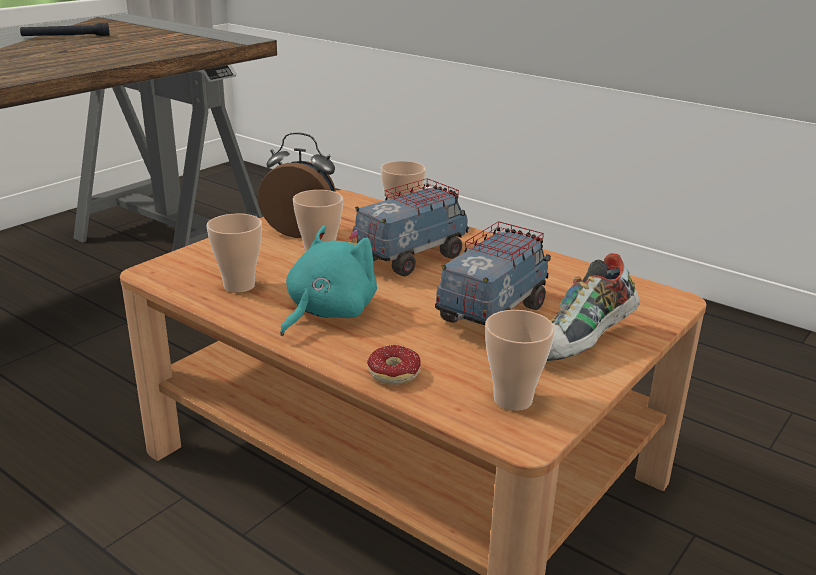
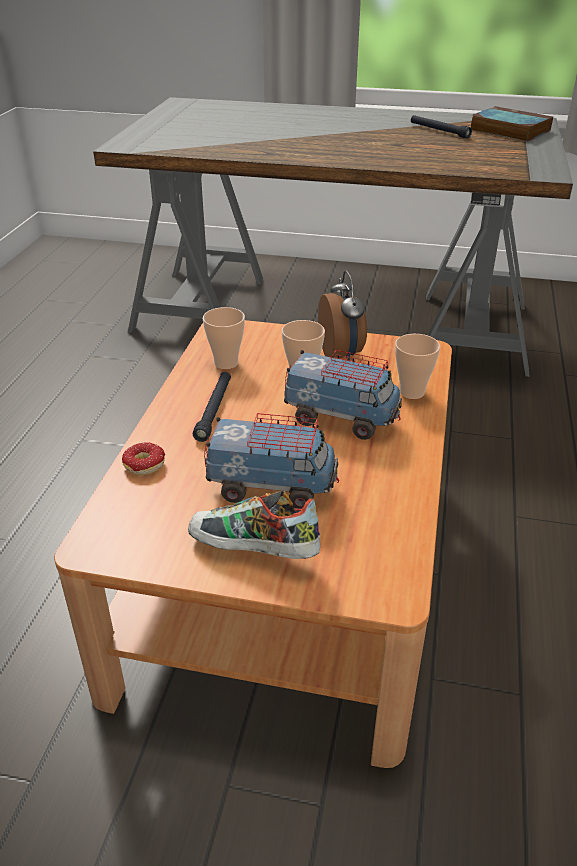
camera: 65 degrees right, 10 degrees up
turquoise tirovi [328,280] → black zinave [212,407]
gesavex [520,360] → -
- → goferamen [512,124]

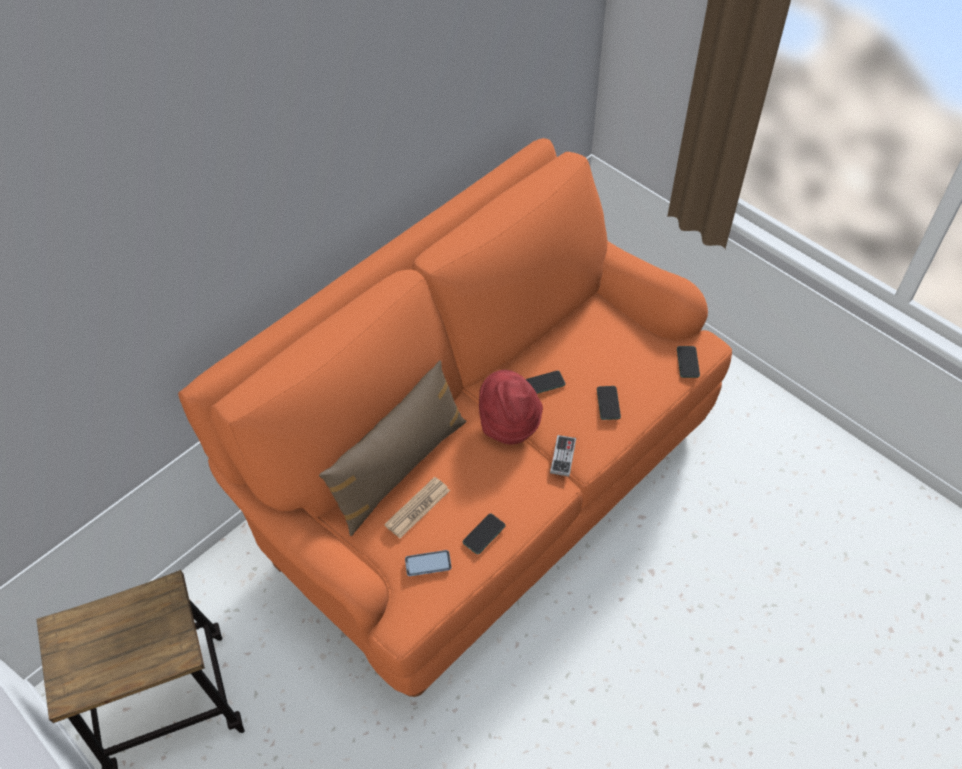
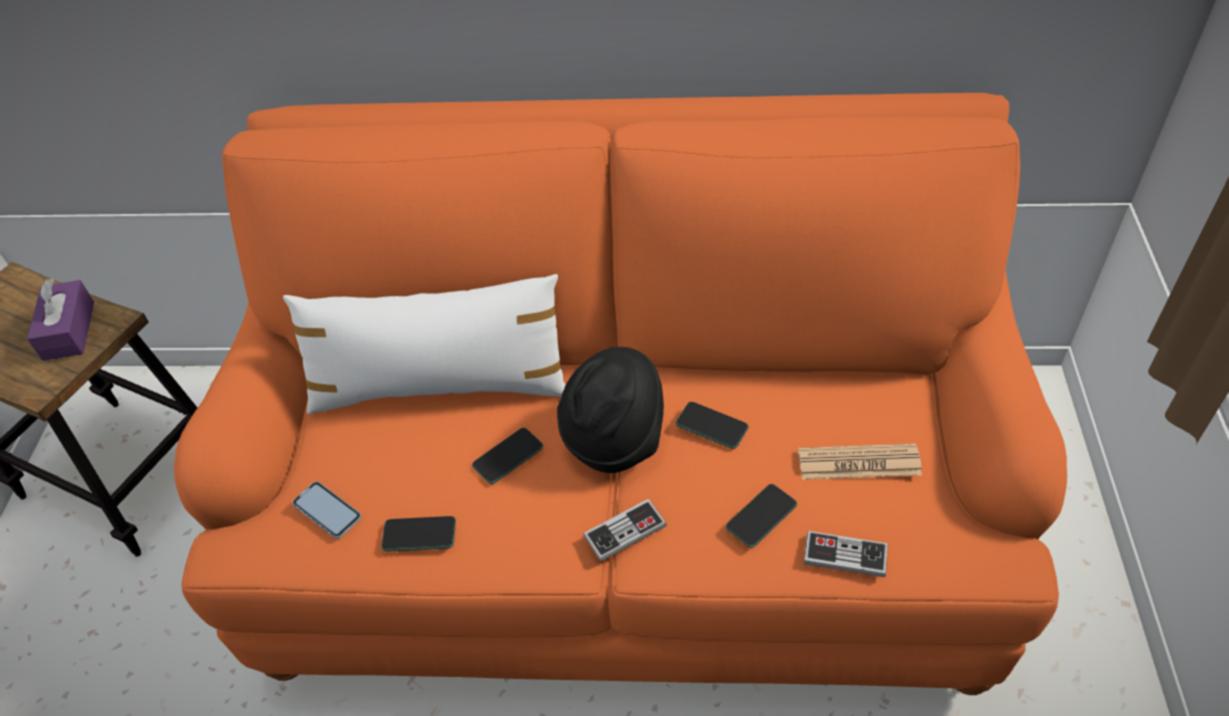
camera: 50 degrees right, 5 degrees down
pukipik [688,362] → pukipik [507,456], move
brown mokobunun [392,448] → white mokobunun [424,344]
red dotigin [511,407] → black dotigin [610,410]
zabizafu [417,507] → zabizafu [860,461], move
- → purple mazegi [60,320]
- → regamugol [846,554]

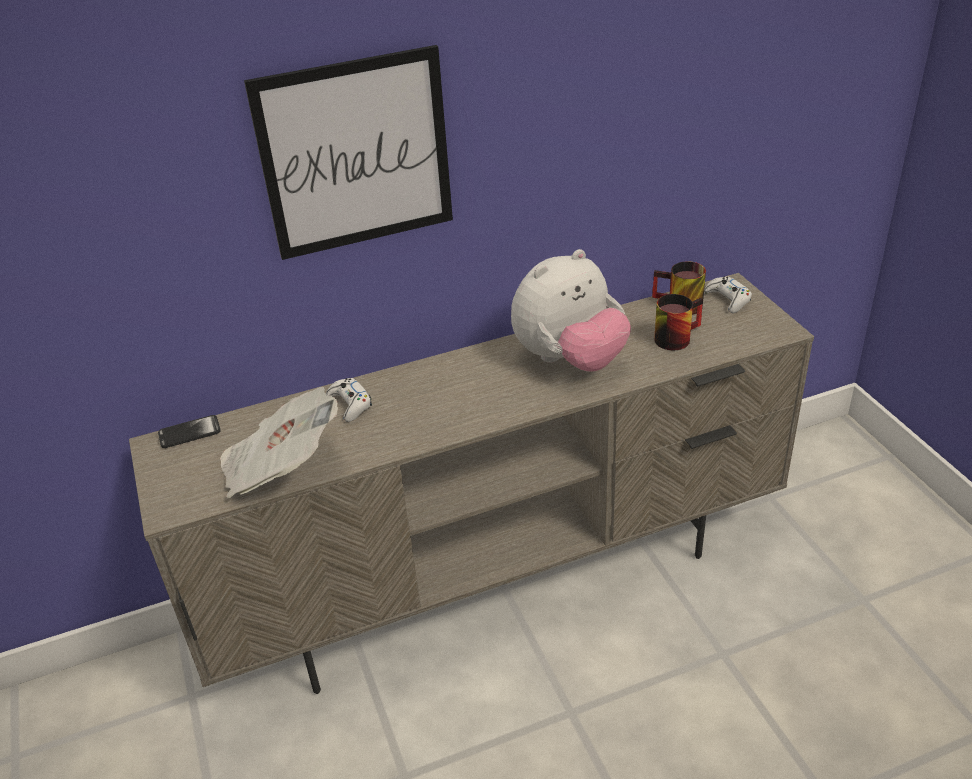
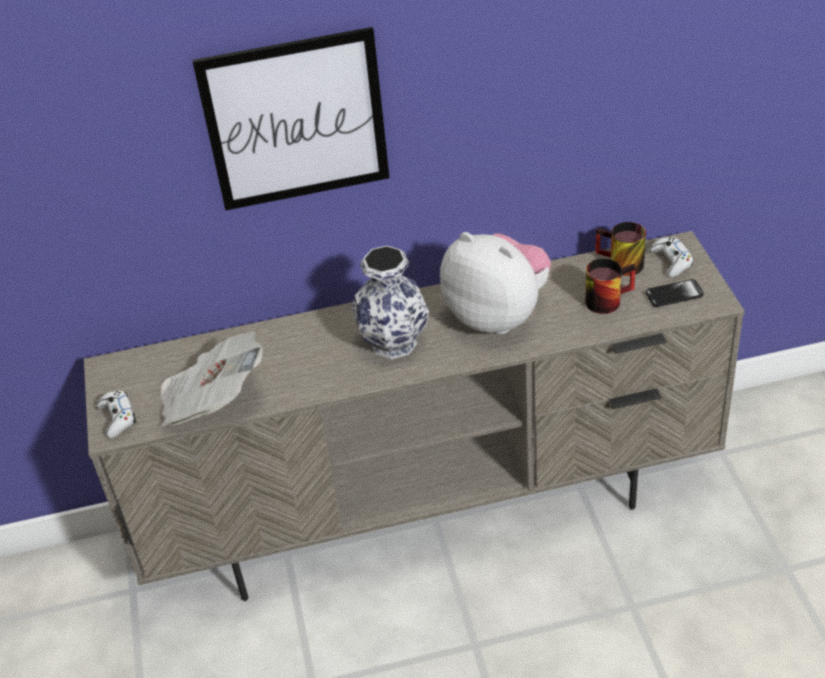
camera: 10 degrees right, 5 degrees up
tirovi [571,310] → tirovi [495,283], 120 degrees counterclockwise
white regamugol [349,400] → white regamugol [116,414], move
pukipik [189,431] → pukipik [674,293], move
- → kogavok [390,302]

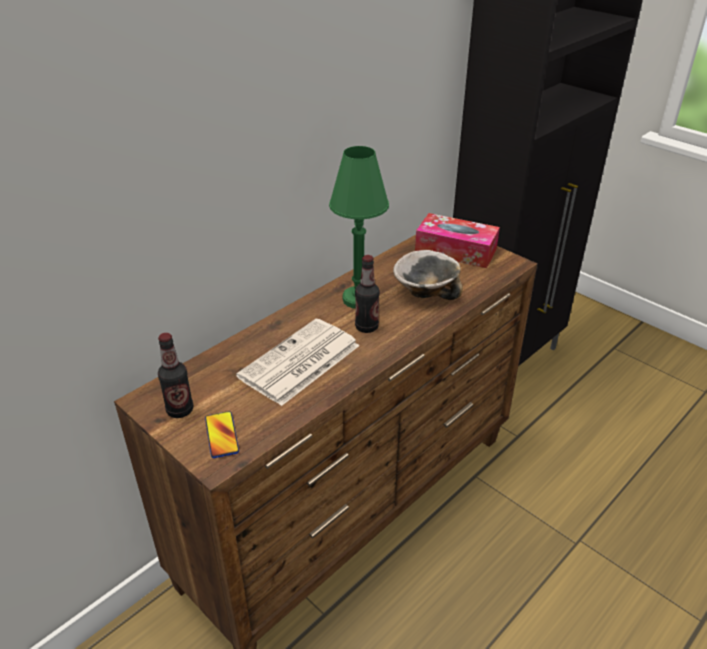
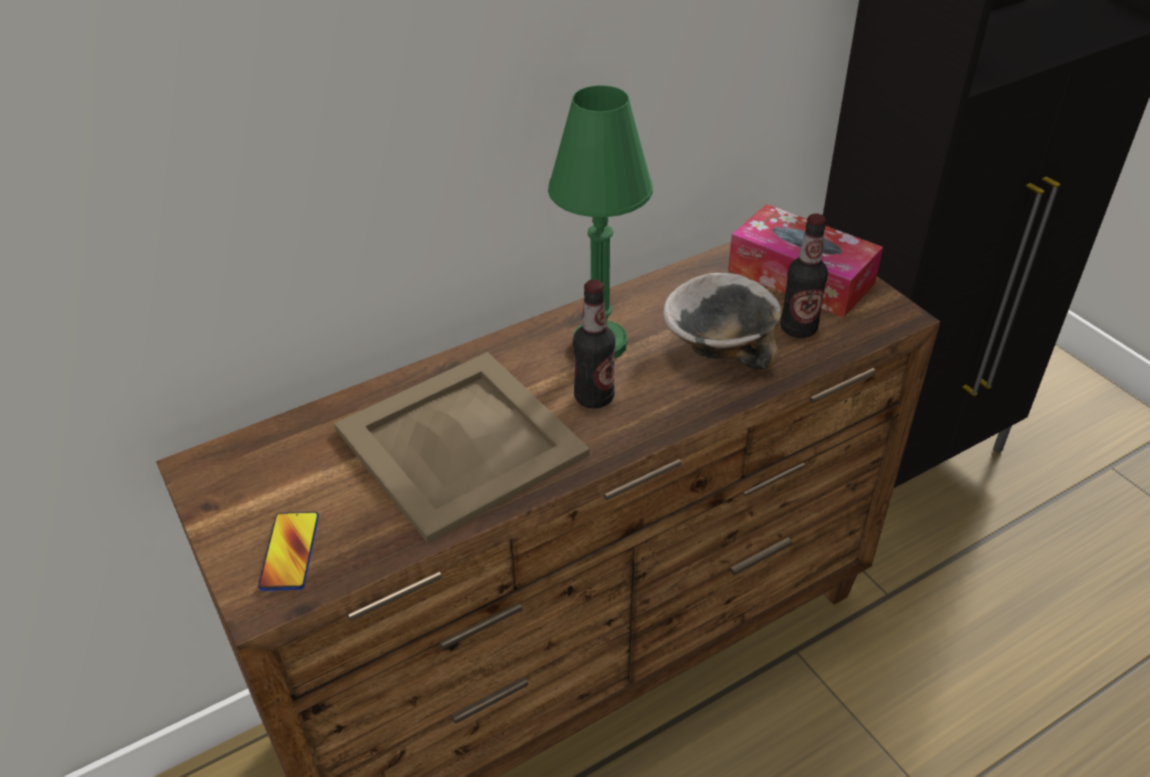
camera: 15 degrees right, 5 degrees up
zabizafu [298,362] → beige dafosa [462,447]
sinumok [175,375] → sinumok [804,276], move

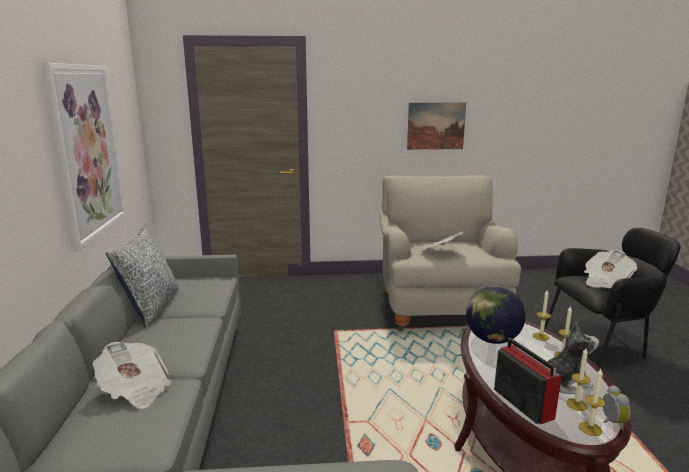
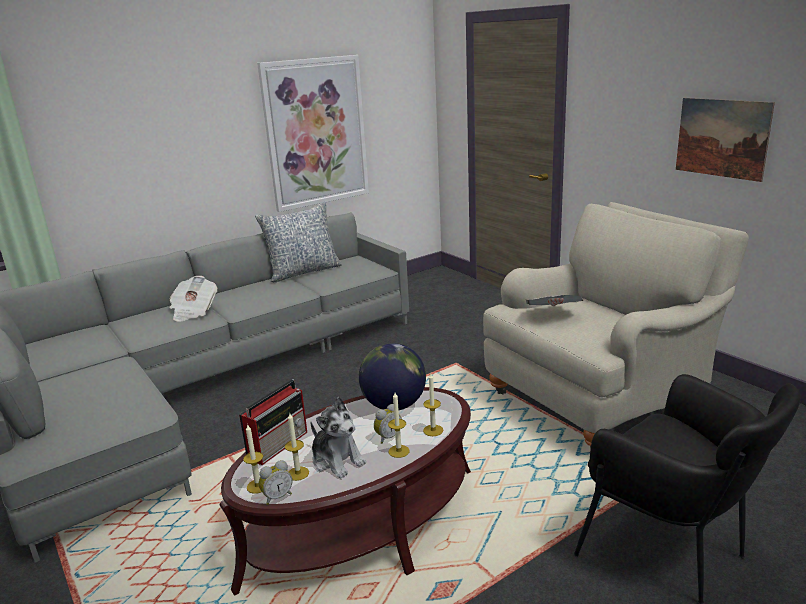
camera: 60 degrees right, 5 degrees up
zabizafu [610,269] → -
- → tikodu [388,424]

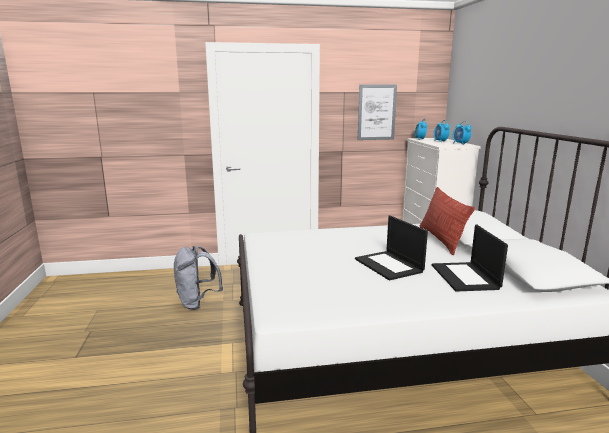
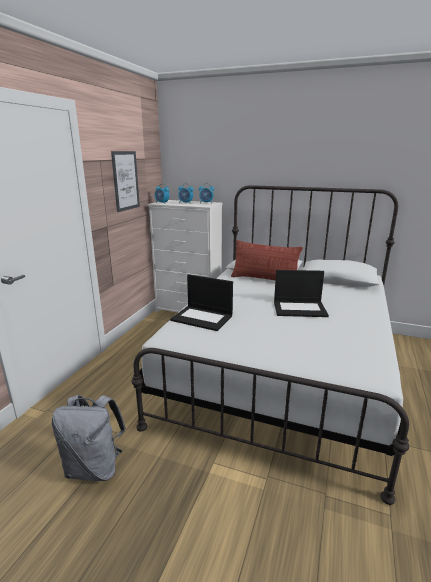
camera: 60 degrees left, 5 degrees up
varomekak [470,258] → varomekak [201,302], move

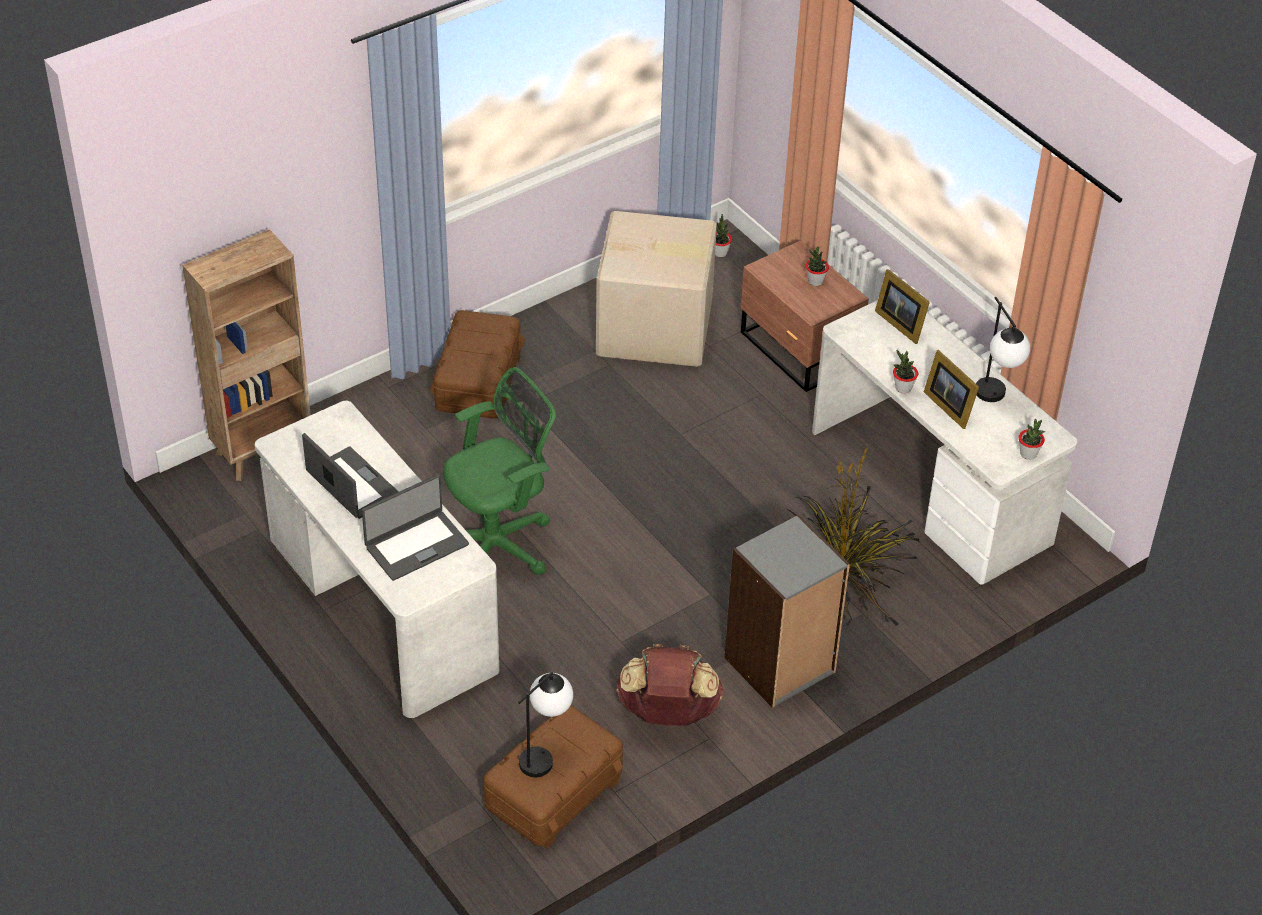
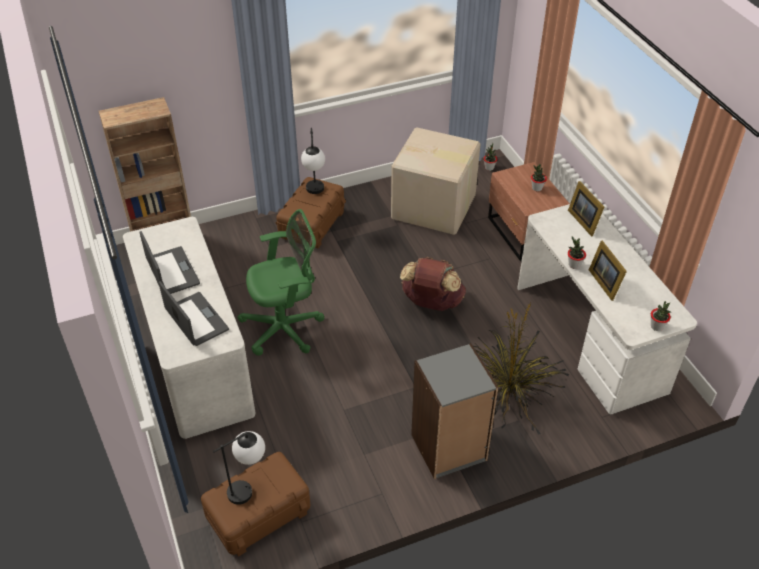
camera: 15 degrees right, 0 degrees up
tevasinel [1003,349] → tevasinel [313,161], move
varomekak [415,527] → varomekak [194,313], 105 degrees counterclockwise
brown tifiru [669,685] → brown tifiru [433,284], move

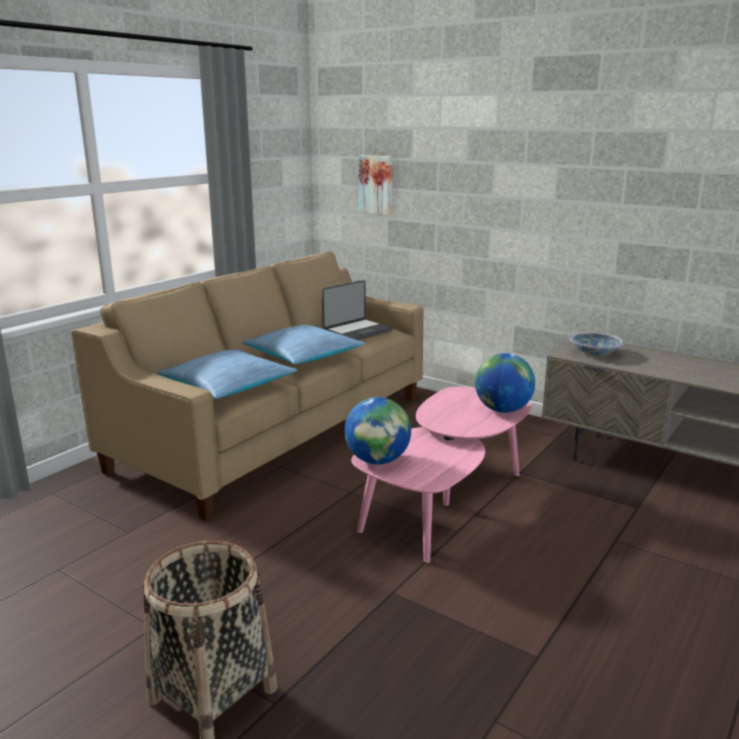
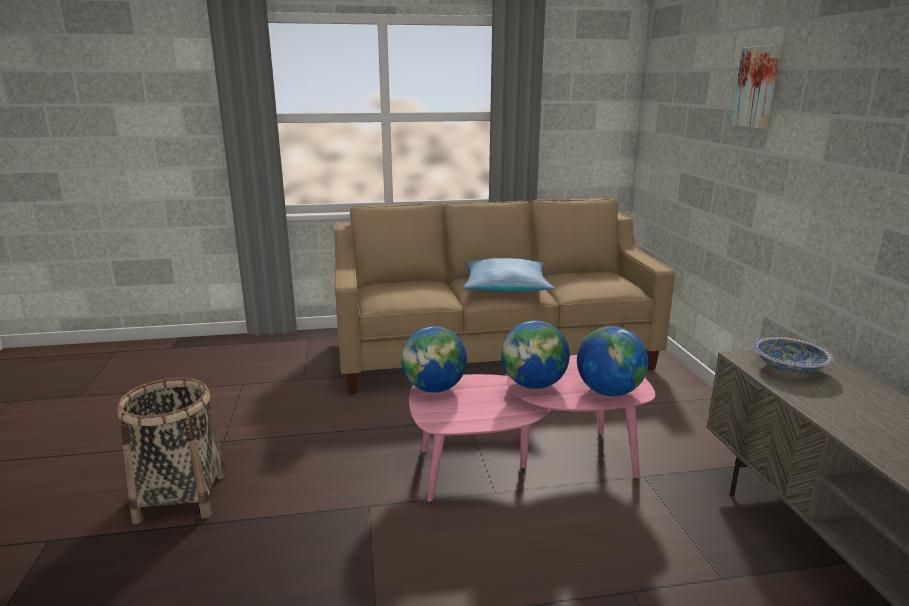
camera: 45 degrees right, 0 degrees up
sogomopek [376,185] → sogomopek [756,87], move
varomekak [357,310] → -
mokobunun [227,374] → -
- → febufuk [535,355]

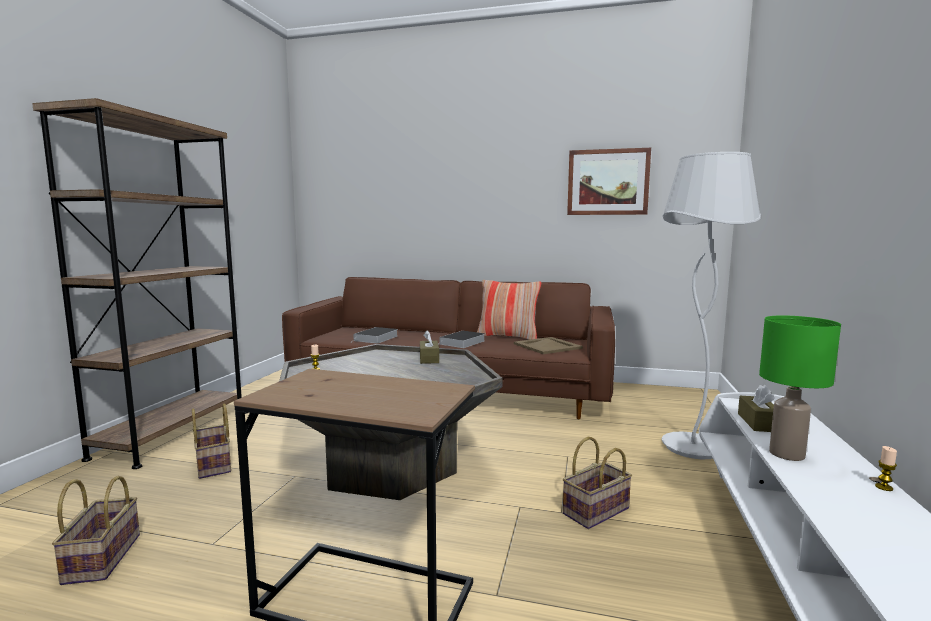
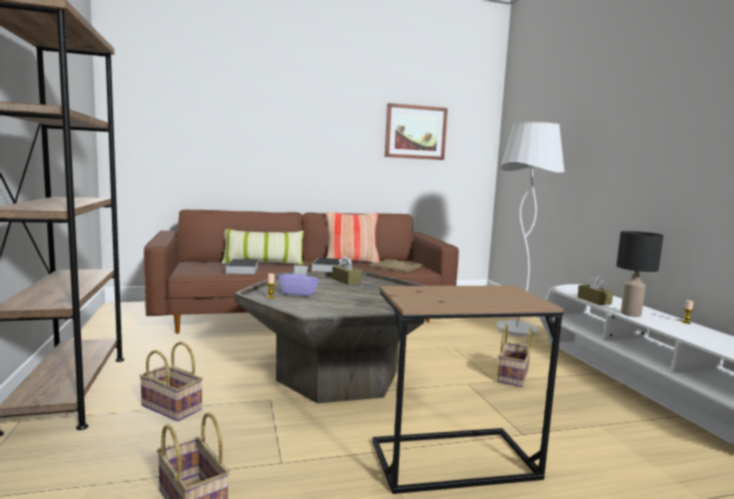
camera: 30 degrees left, 0 degrees up
green tevasinel [800,388] → black tevasinel [640,274]
- → mokobunun [262,247]
- → purple mazegi [299,280]

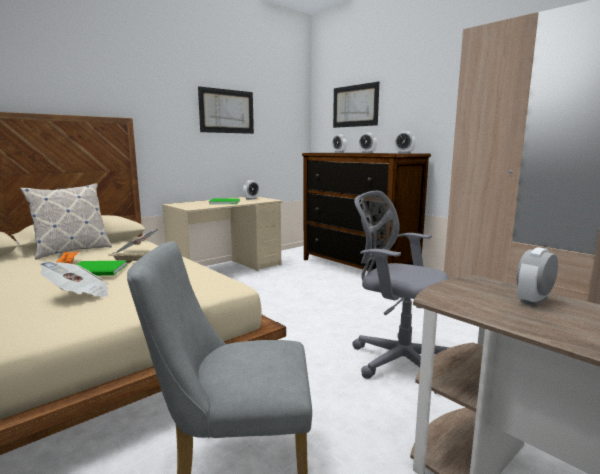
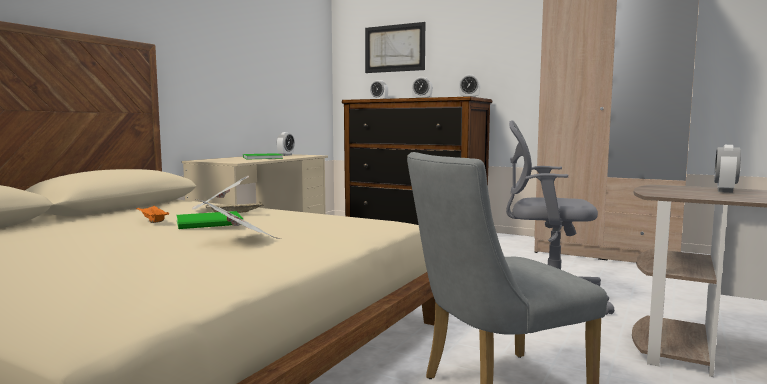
camera: 20 degrees left, 5 degrees down
sogomopek [226,110] → -
mokobunun [66,221] → -

